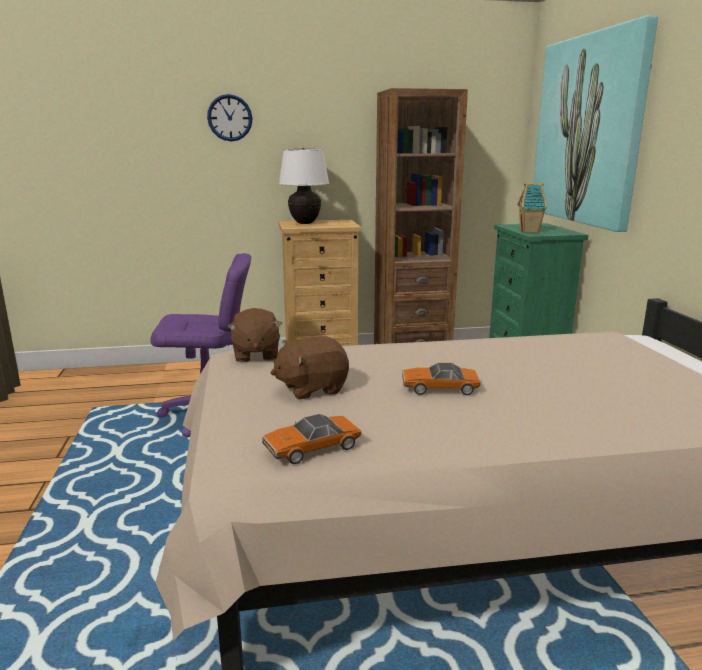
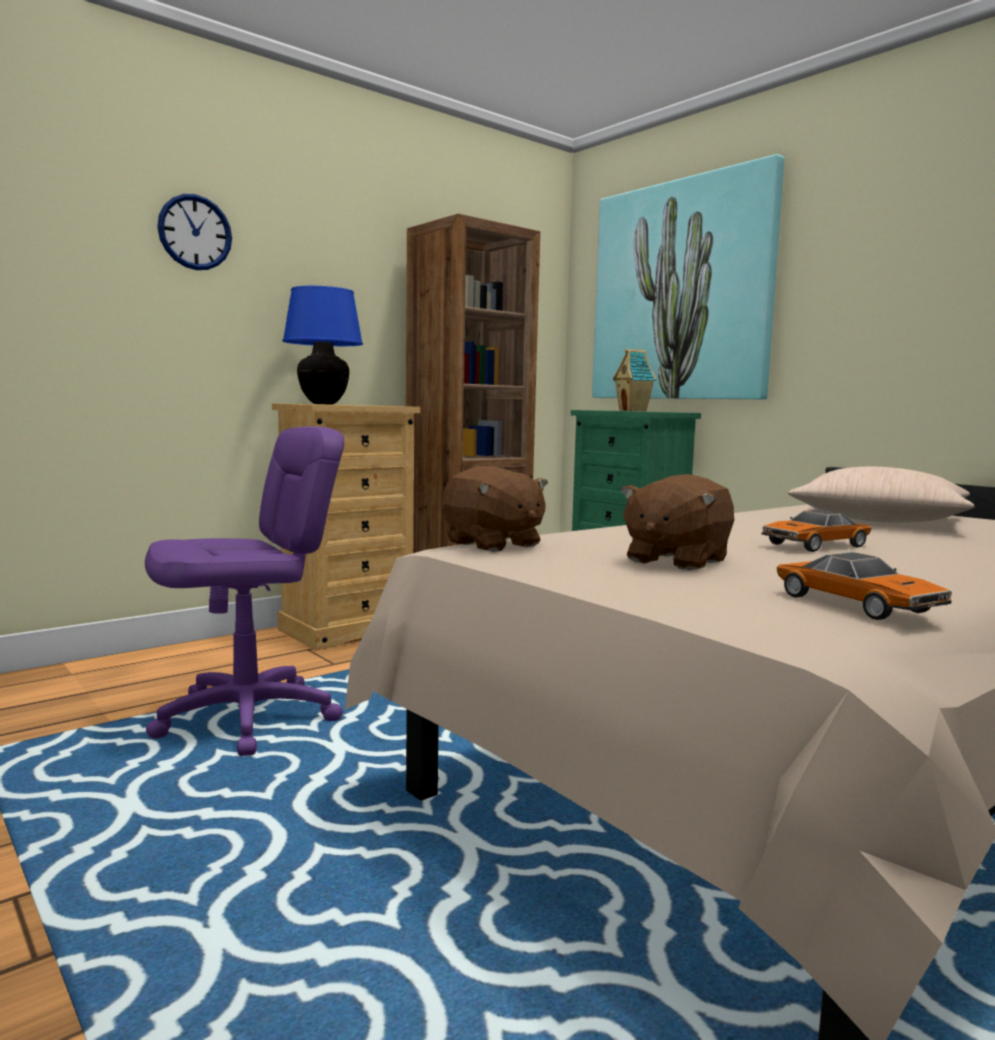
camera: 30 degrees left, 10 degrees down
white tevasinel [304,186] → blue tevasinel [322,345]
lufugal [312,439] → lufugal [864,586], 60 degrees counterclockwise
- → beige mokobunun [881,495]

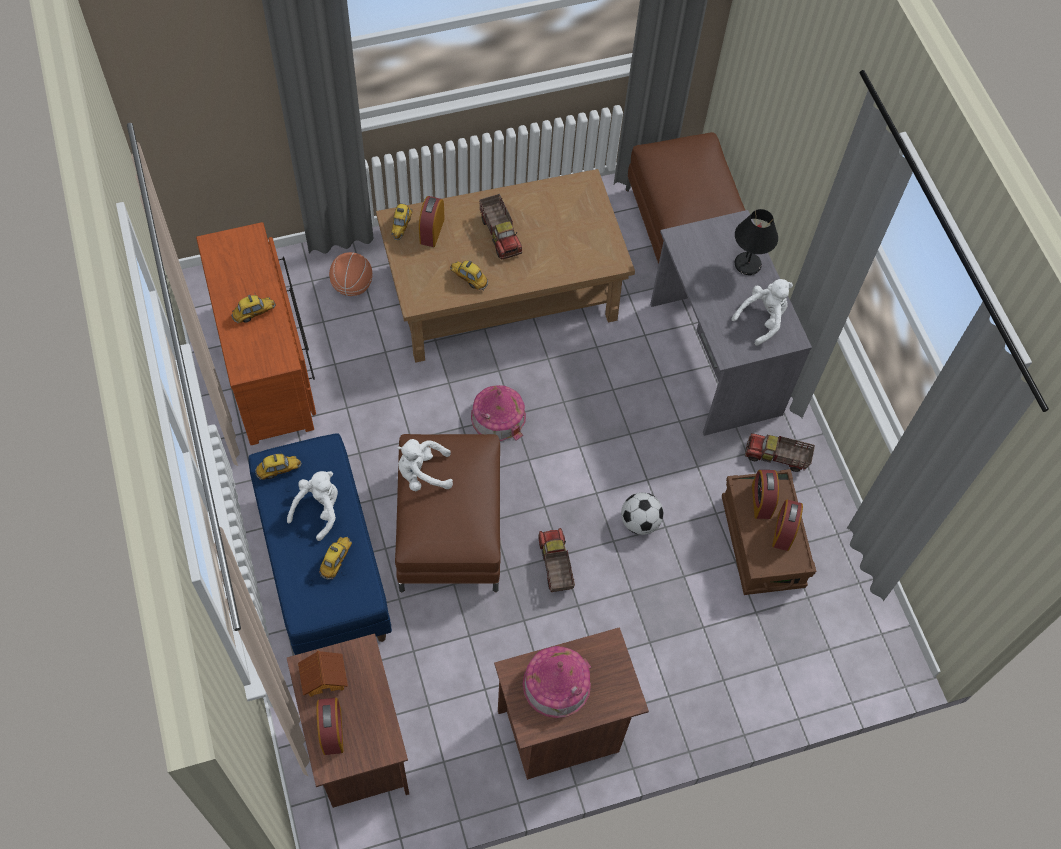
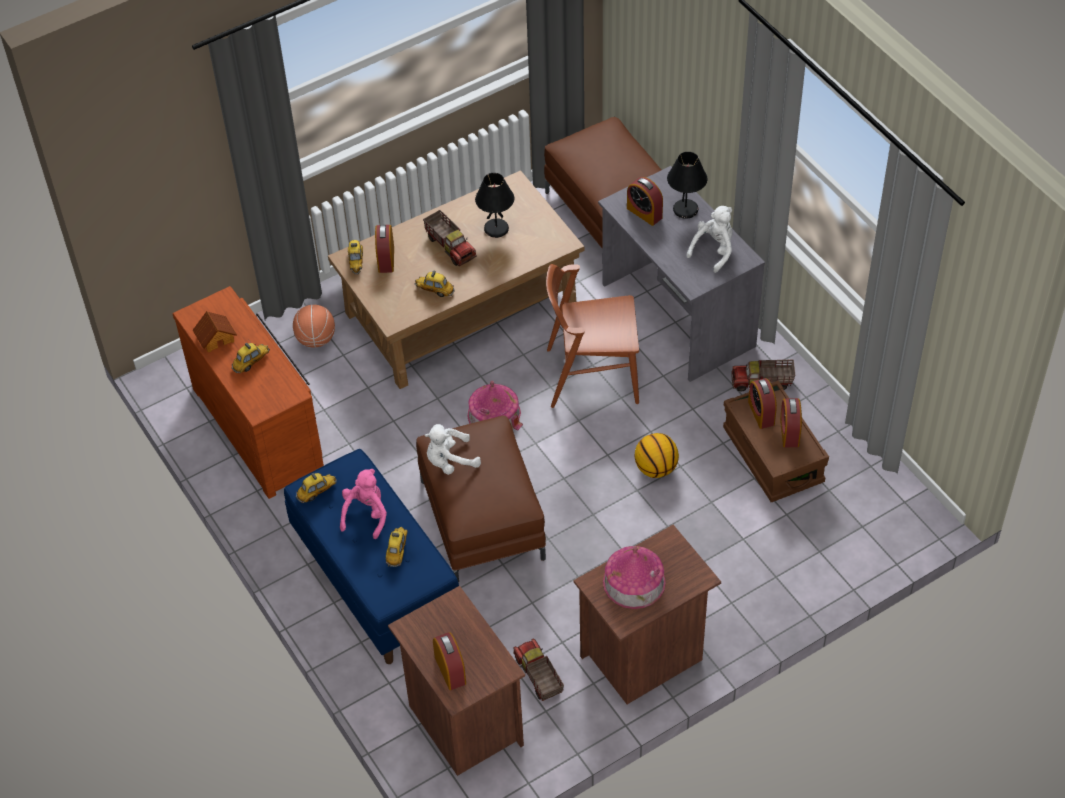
camera: 10 degrees left, 10 degrees down
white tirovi [312,506] → pink tirovi [363,504]
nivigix [642,513] → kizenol [656,455]
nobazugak [556,560] → nobazugak [538,669], move
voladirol [323,674] → voladirol [215,331], move
- → black tevasinel [494,205]
- → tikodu [645,201]
- → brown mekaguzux [592,336]

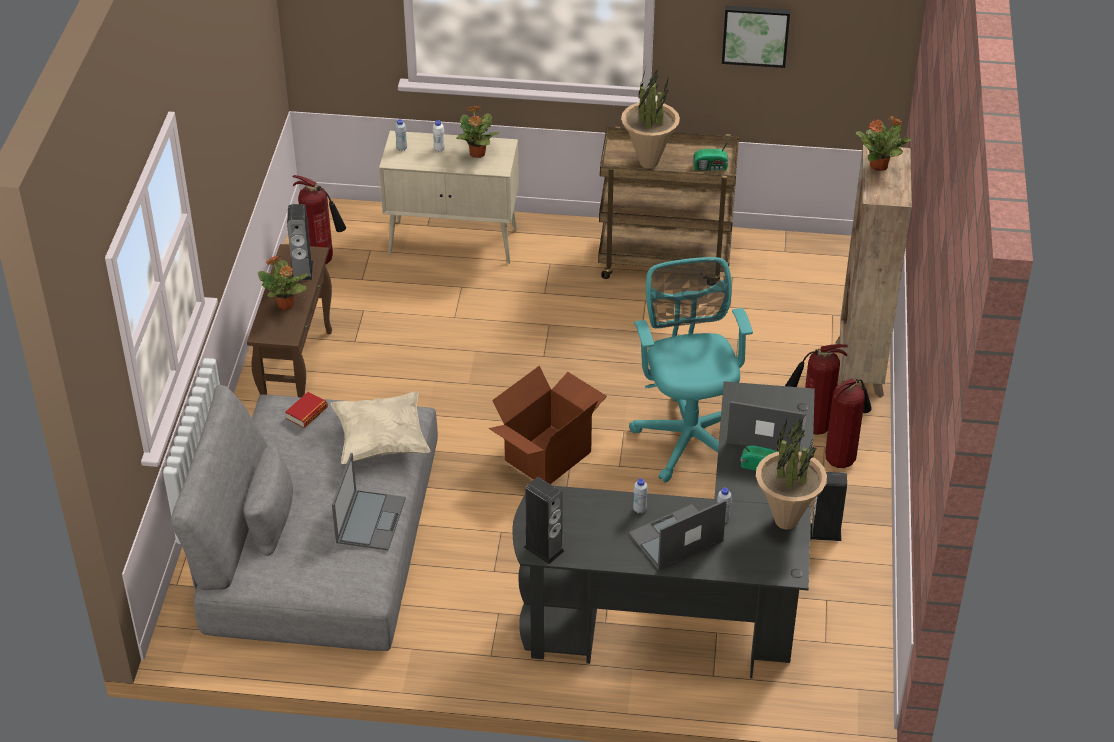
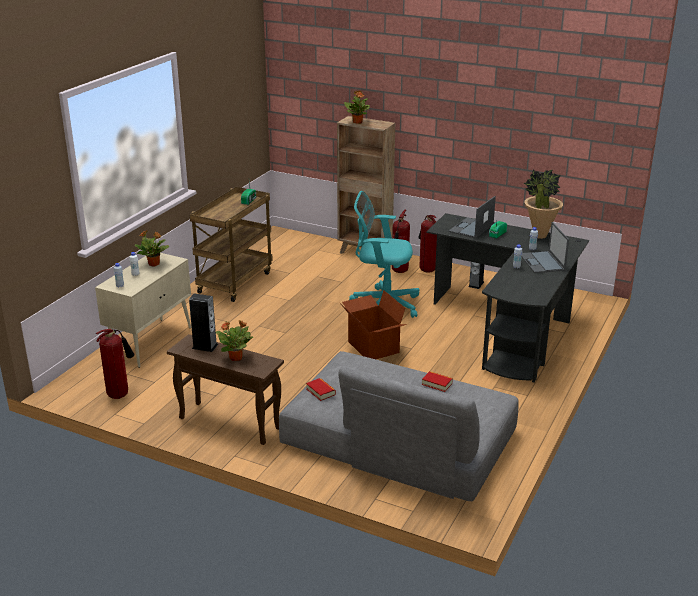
camera: 70 degrees left, 15 degrees down
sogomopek [756,37] → -
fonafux [650,116] → -
beige mokobunun [381,427] → -
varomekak [369,501] → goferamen [437,381]
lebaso [544,520] → -

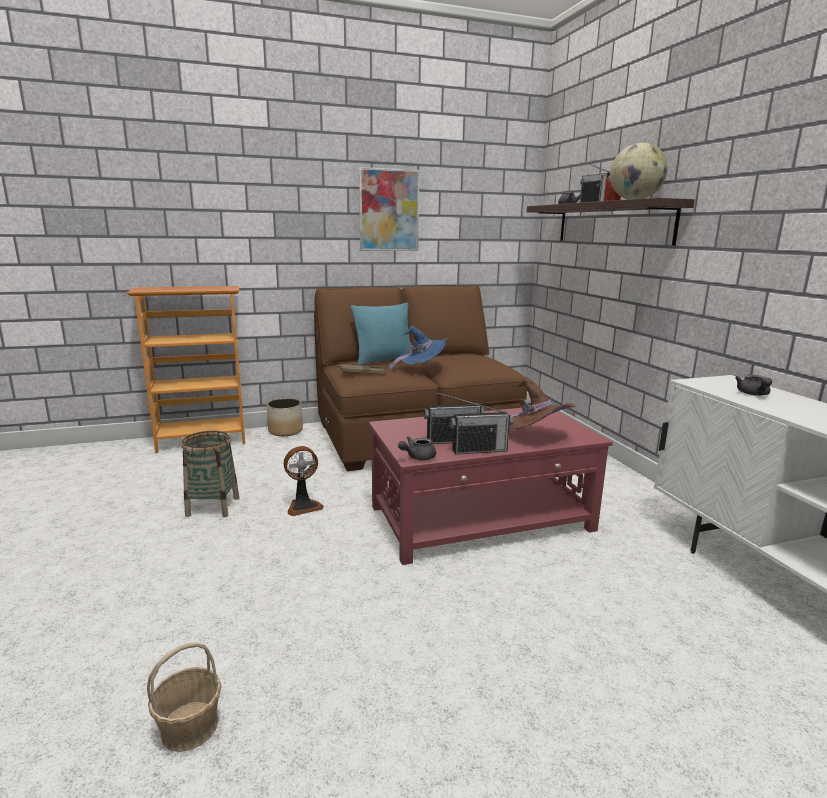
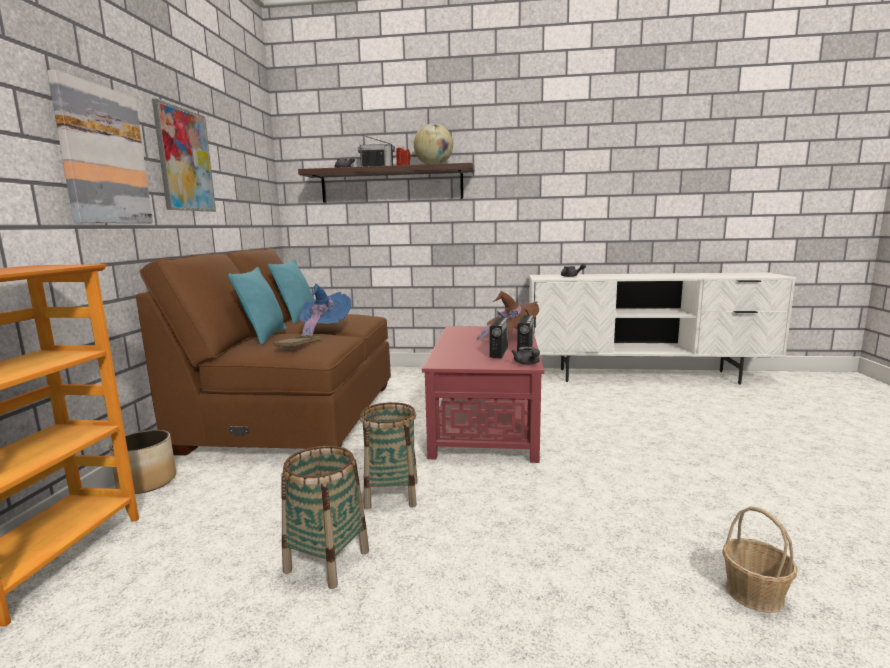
camera: 65 degrees left, 5 degrees down
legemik [304,481] → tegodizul [389,455]
- → sogomopek [100,147]
- → turquoise mokobunun [290,291]

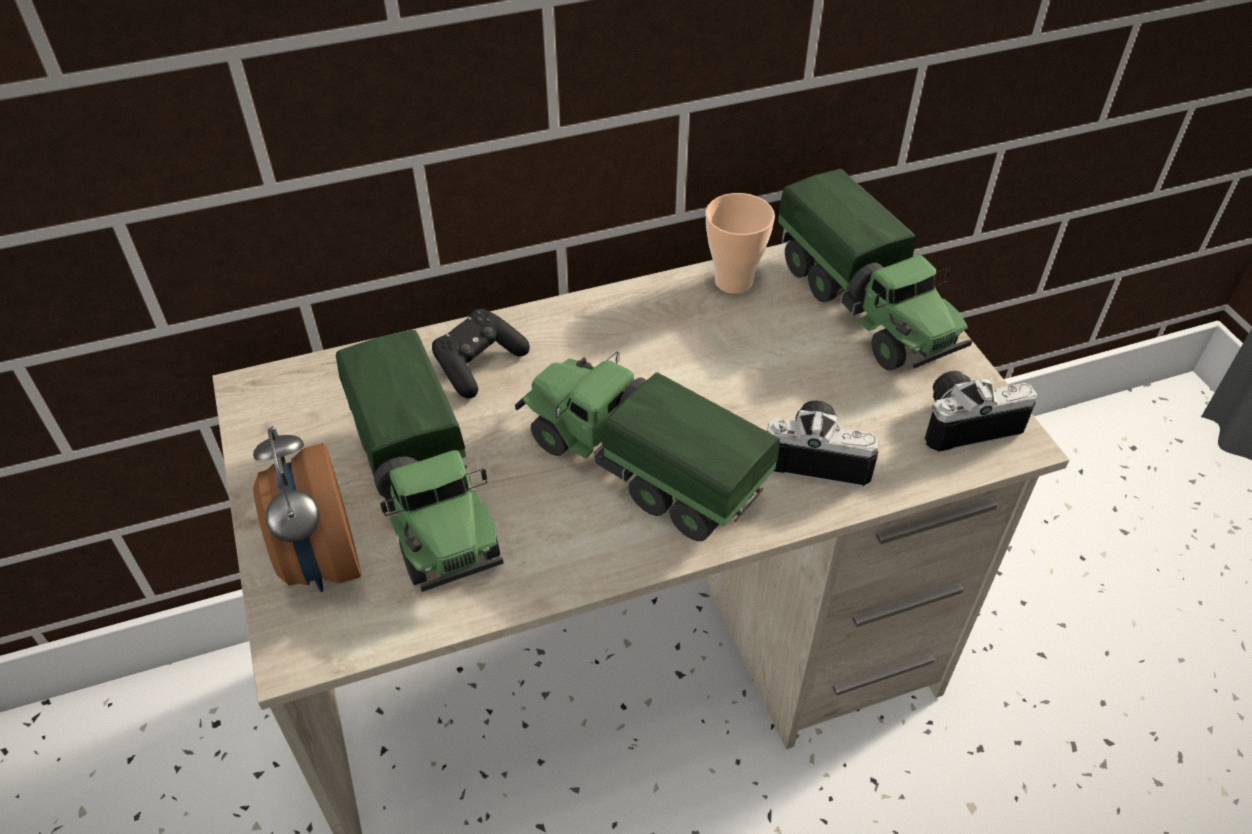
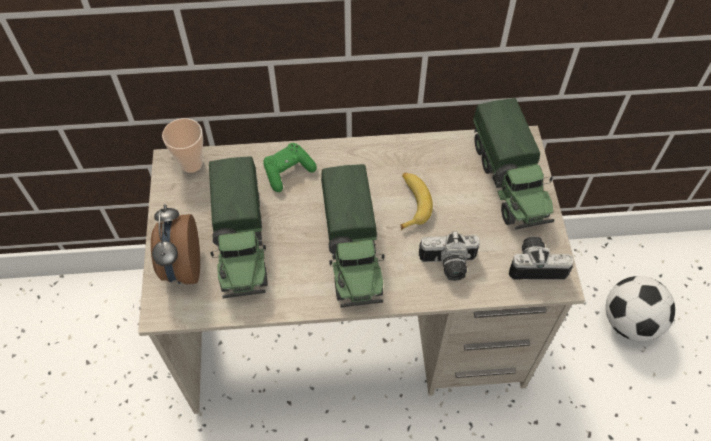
camera: 15 degrees right, 10 degrees up
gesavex [740,243] → gesavex [182,145], move
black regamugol [481,353] → green regamugol [290,167]
nobazugak [647,446] → nobazugak [353,236], 150 degrees counterclockwise
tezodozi [823,443] → tezodozi [449,256], 150 degrees clockwise
- → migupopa [417,201]
- → nivigix [640,308]

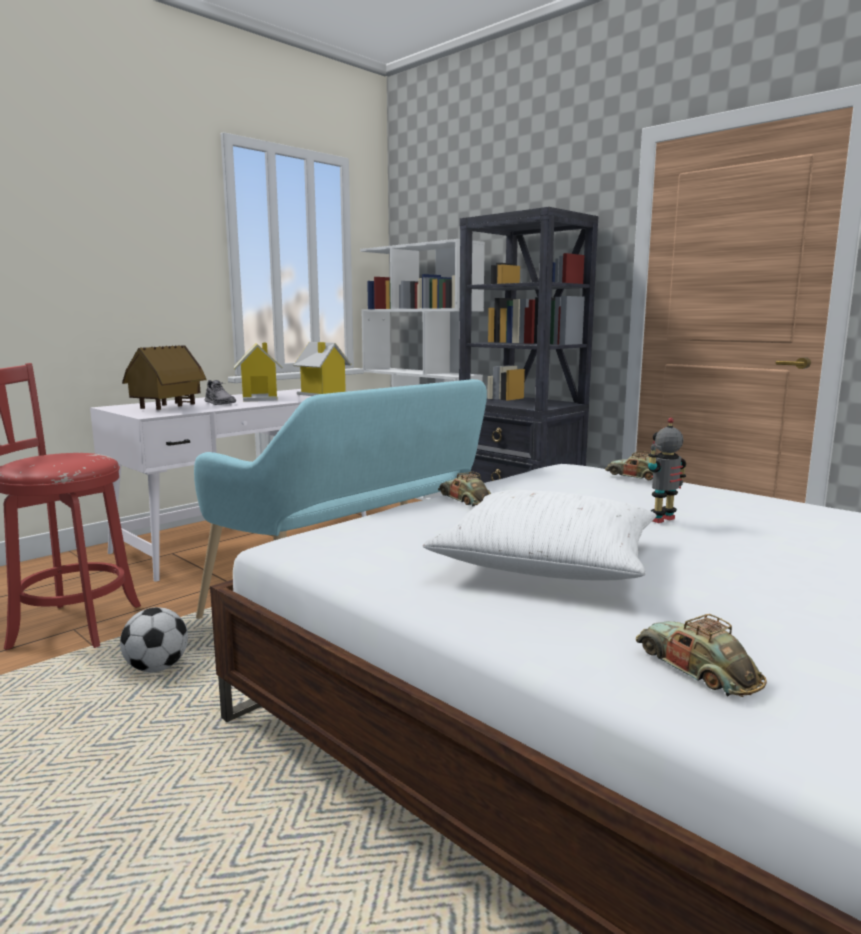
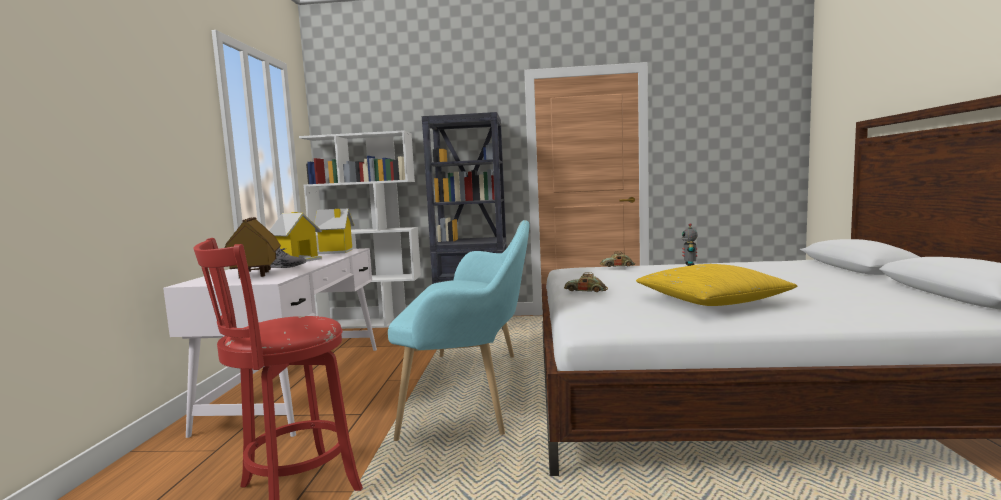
camera: 40 degrees left, 5 degrees down
white mokobunun [539,535] → yellow mokobunun [716,285]
nivigix [154,639] → -
lufugal [701,655] → -

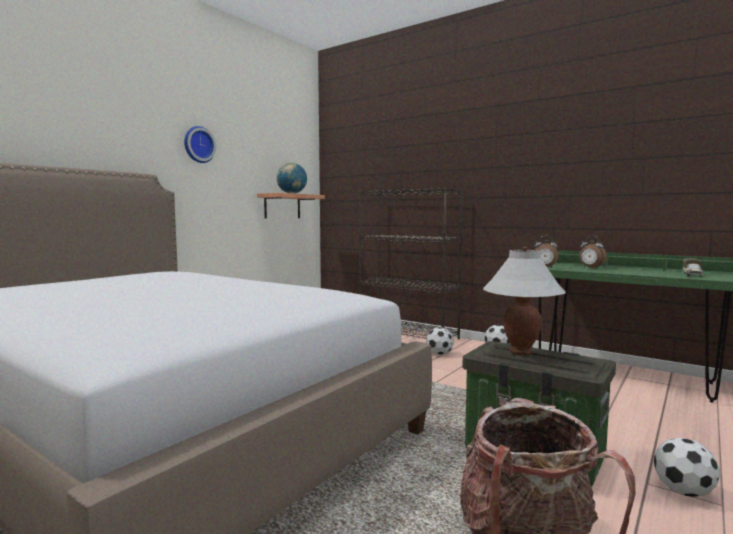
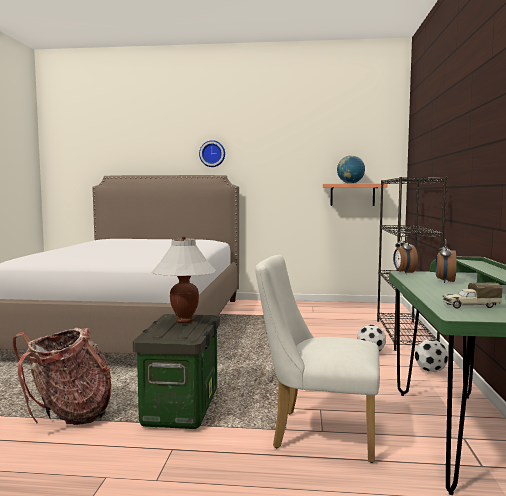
camera: 60 degrees right, 0 degrees up
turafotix [200,144] → turafotix [212,153], move
nivigix [687,467] → -
- → white mekaguzux [317,359]

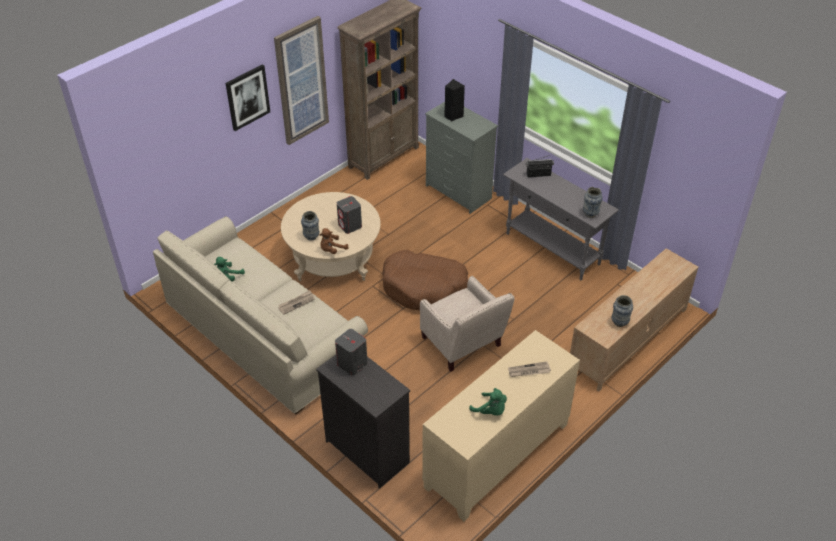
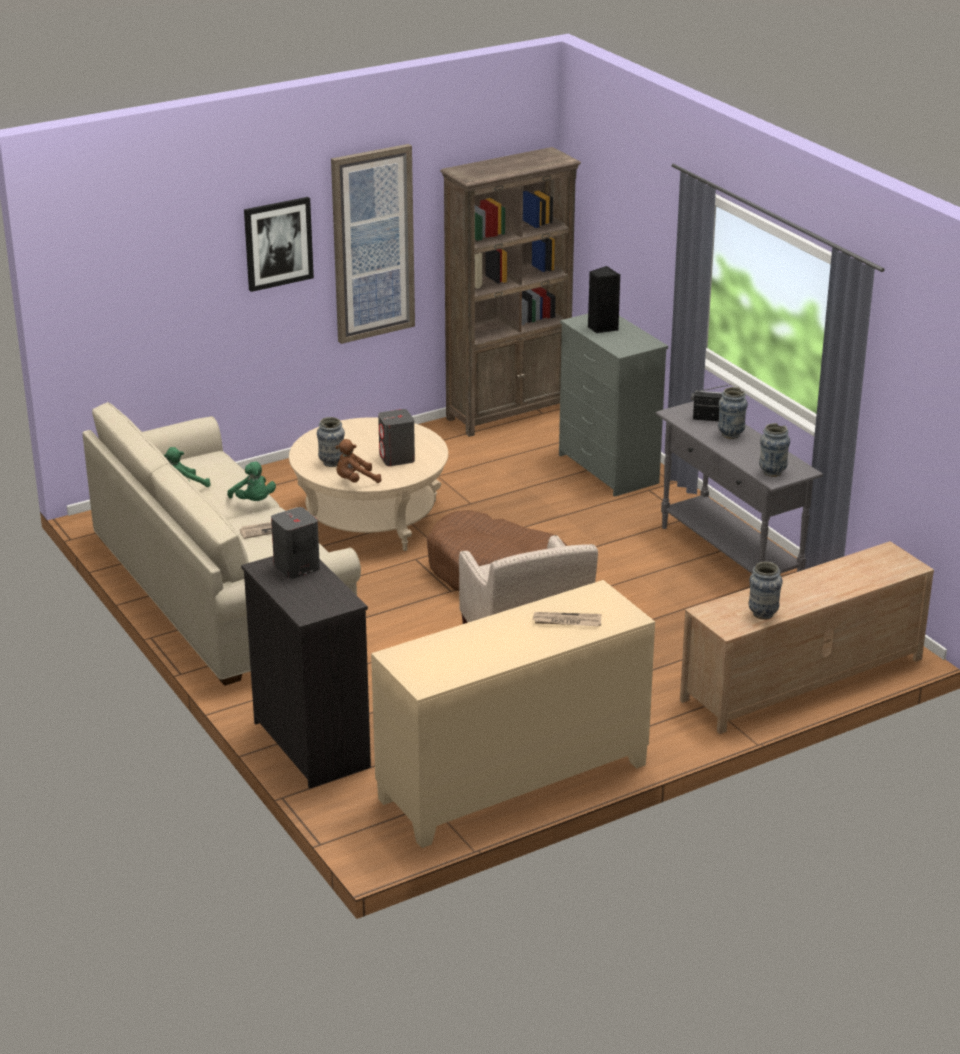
camera: 15 degrees right, 15 degrees down
green tirovi [488,401] → green tirovi [251,481], move
- → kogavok [733,413]

